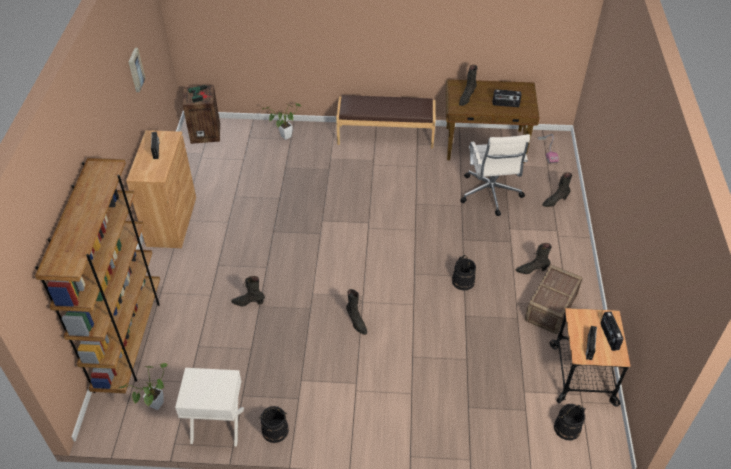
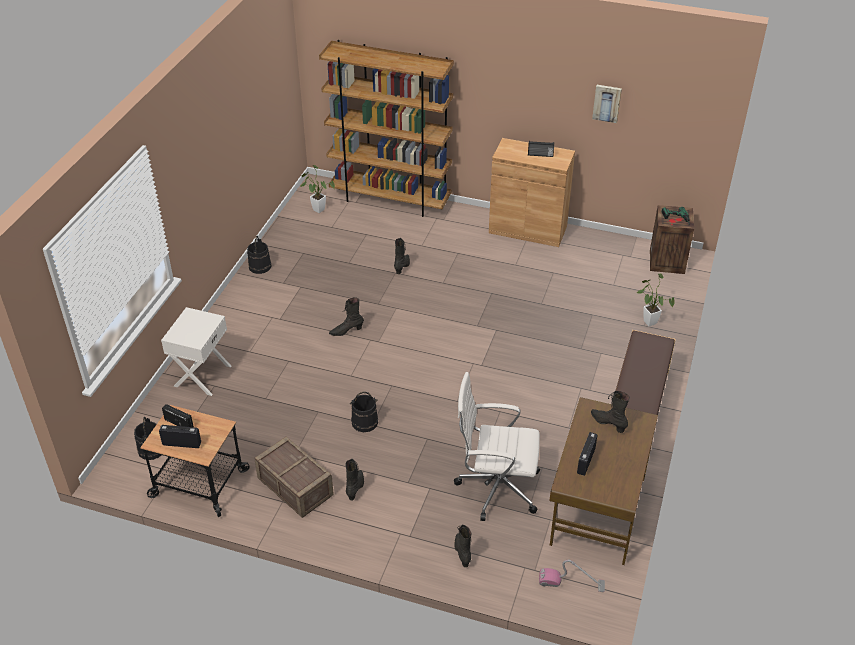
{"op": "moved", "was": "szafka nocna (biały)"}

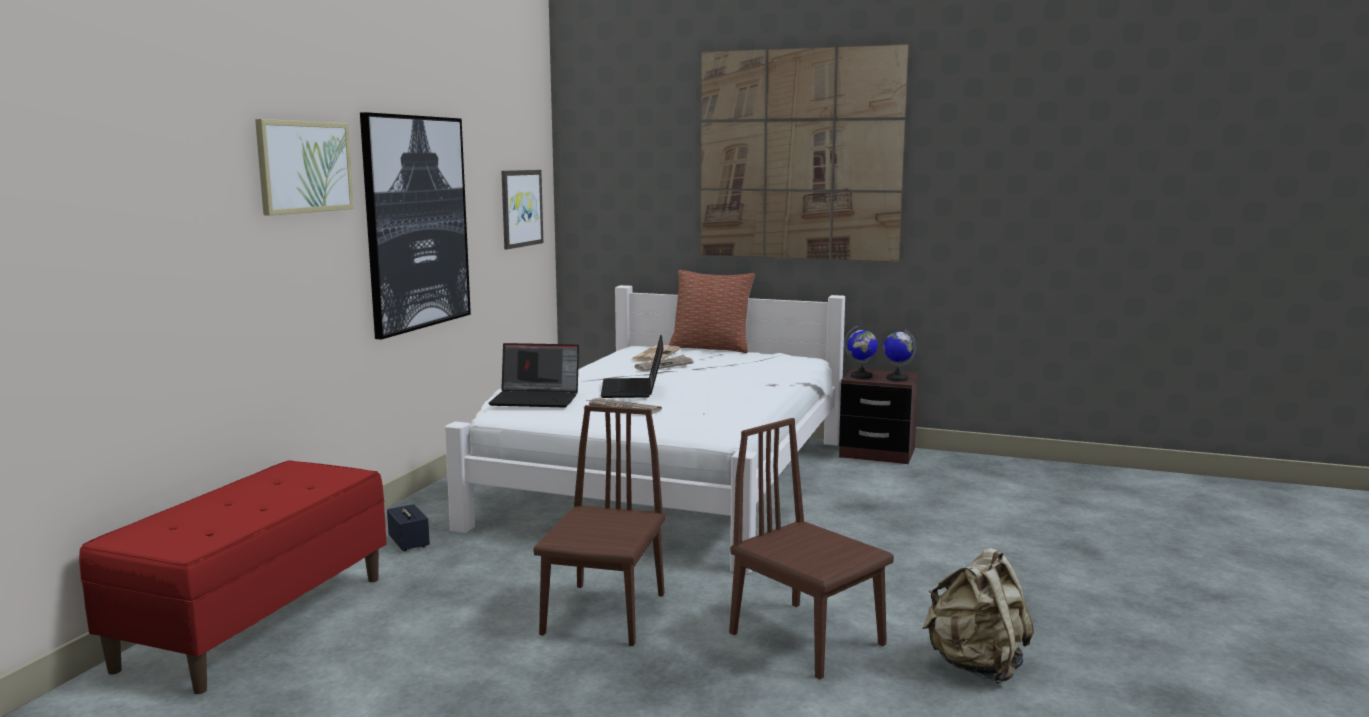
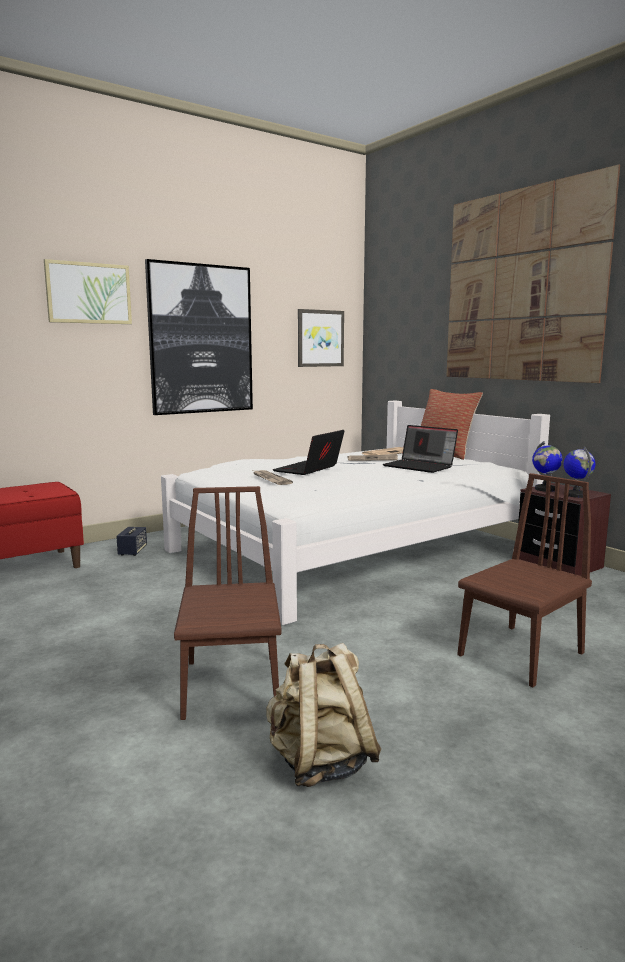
{"op": "moved", "was": "laptop (1st from left in the first image)", "now": "laptop (2nd from left)"}
{"op": "moved", "was": "krzesło (brązowy) (1st from left in the first image)", "now": "krzesło (brązowy) (2nd from left)"}

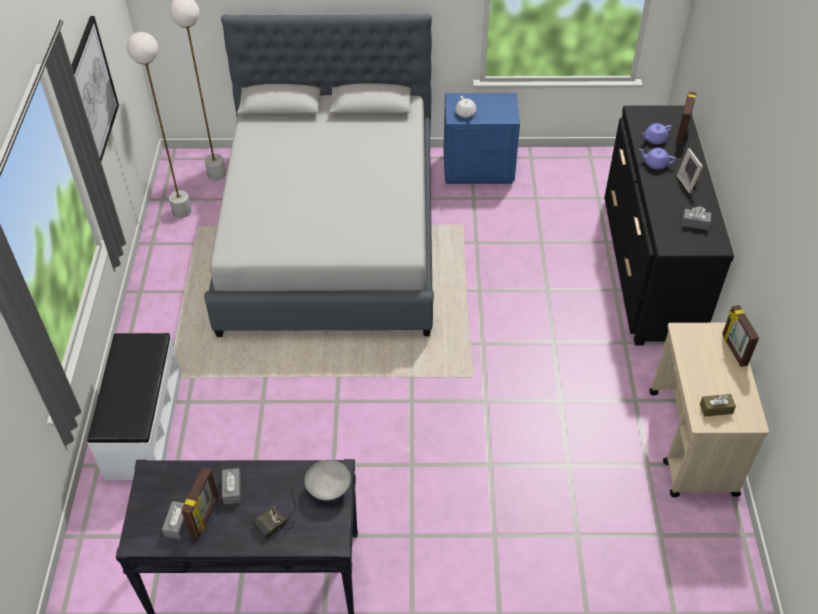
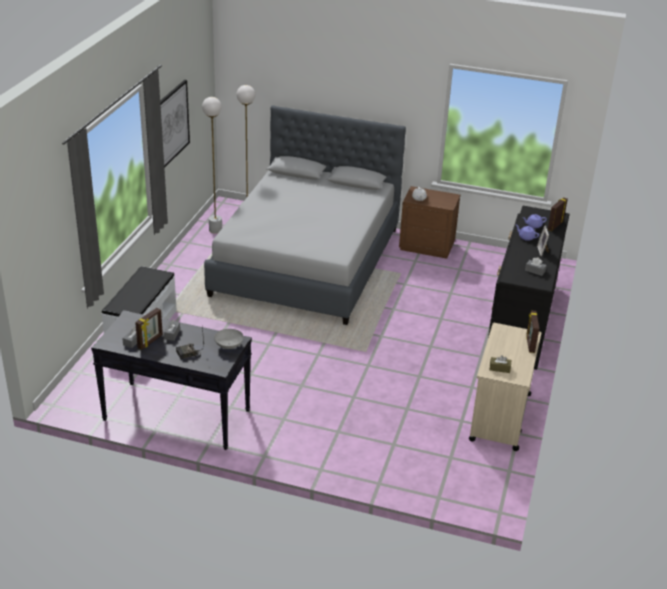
{"op": "recoloured", "was": "szafka nocna (niebieski)", "now": "szafka nocna (brązowy)"}

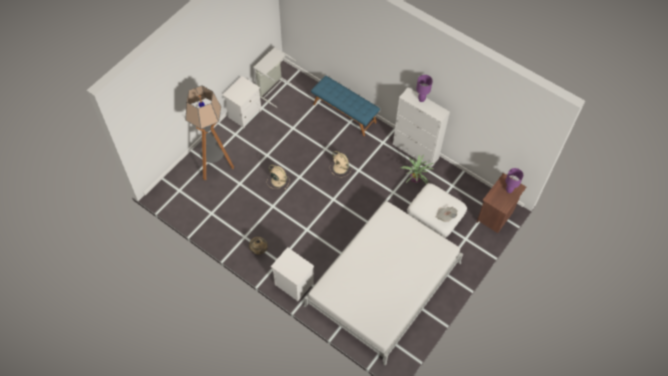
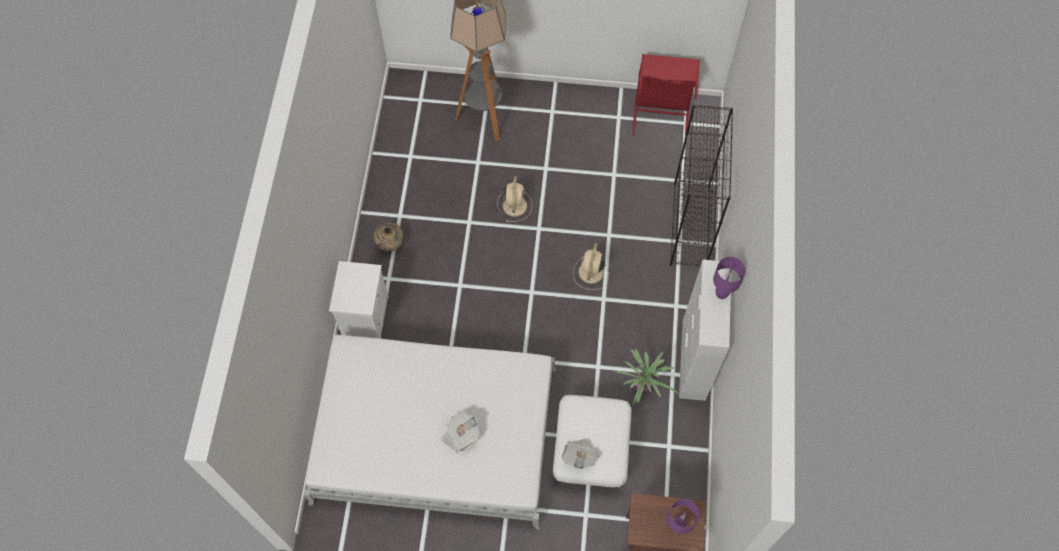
{"op": "recoloured", "was": "kosz na pranie (szary)", "now": "kosz na pranie (czerwony)"}
{"op": "removed", "was": "szafka nocna (biały) (1st from left)"}
{"op": "replaced", "was": "ławka (niebieski)", "now": "regał (czarny)"}
{"op": "added", "now": "gazeta (1st from left)"}

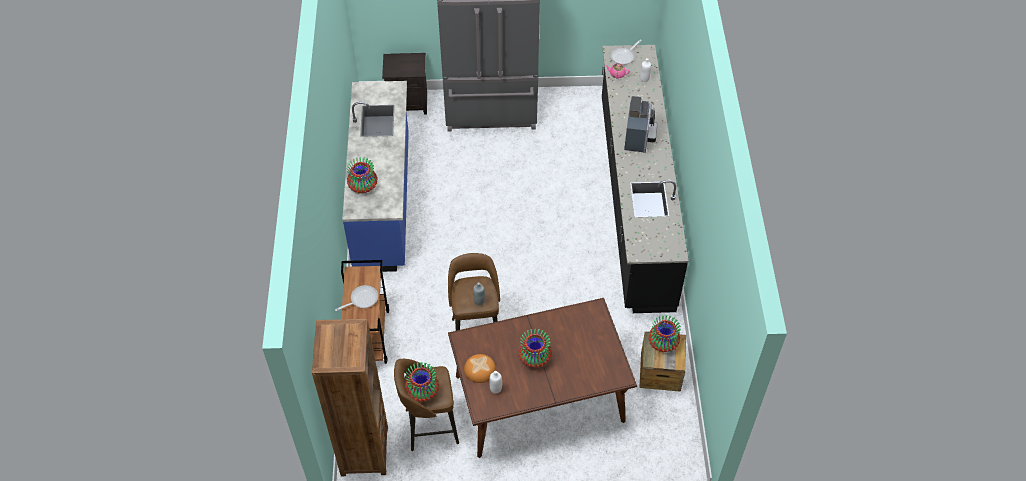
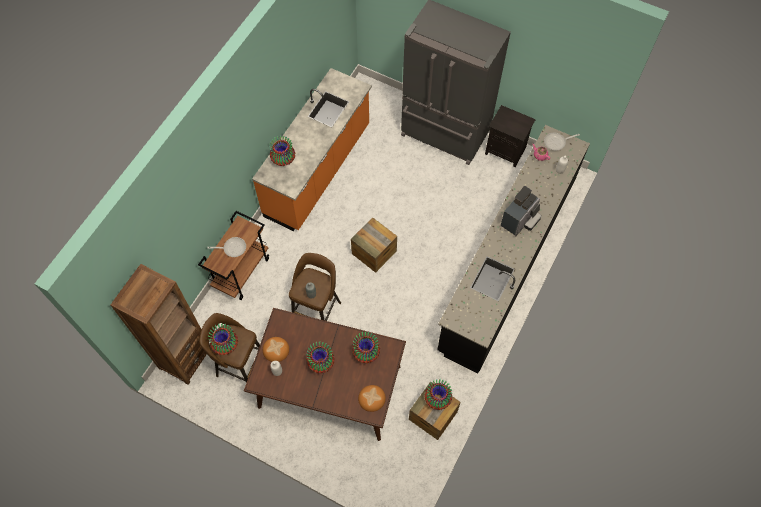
{"op": "moved", "was": "szafka nocna (czarny)"}
{"op": "recoloured", "was": "zabudowa kuchenna (niebieski)", "now": "zabudowa kuchenna (pomarańczowy)"}
{"op": "added", "now": "skrzynka (1st from left)"}
{"op": "added", "now": "wazon (4th from left)"}
{"op": "added", "now": "chleb (2nd from left)"}

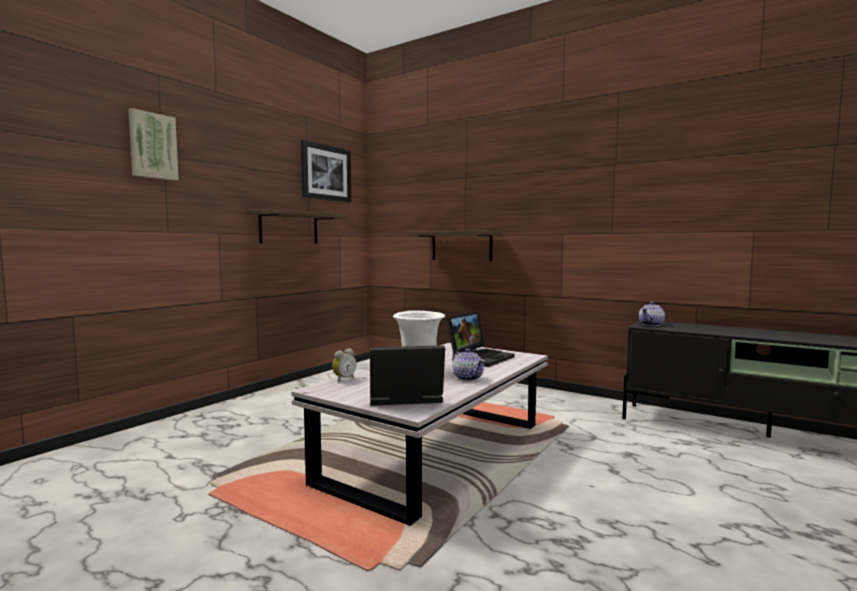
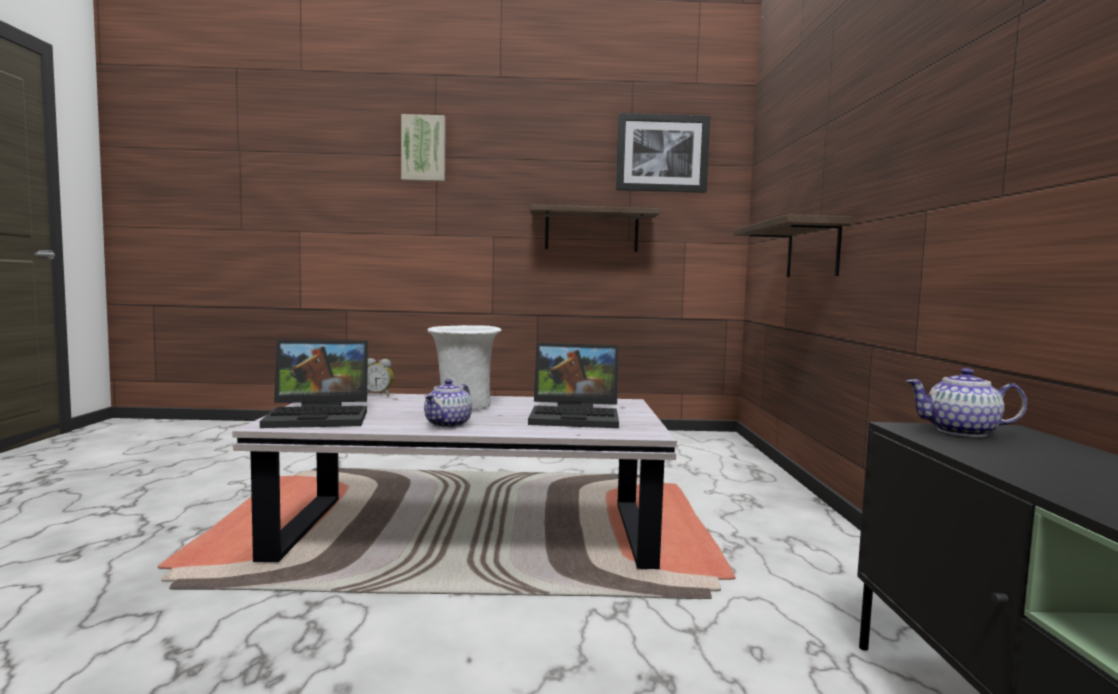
{"op": "turned", "was": "laptop (1st from left)", "clockwise": 120}

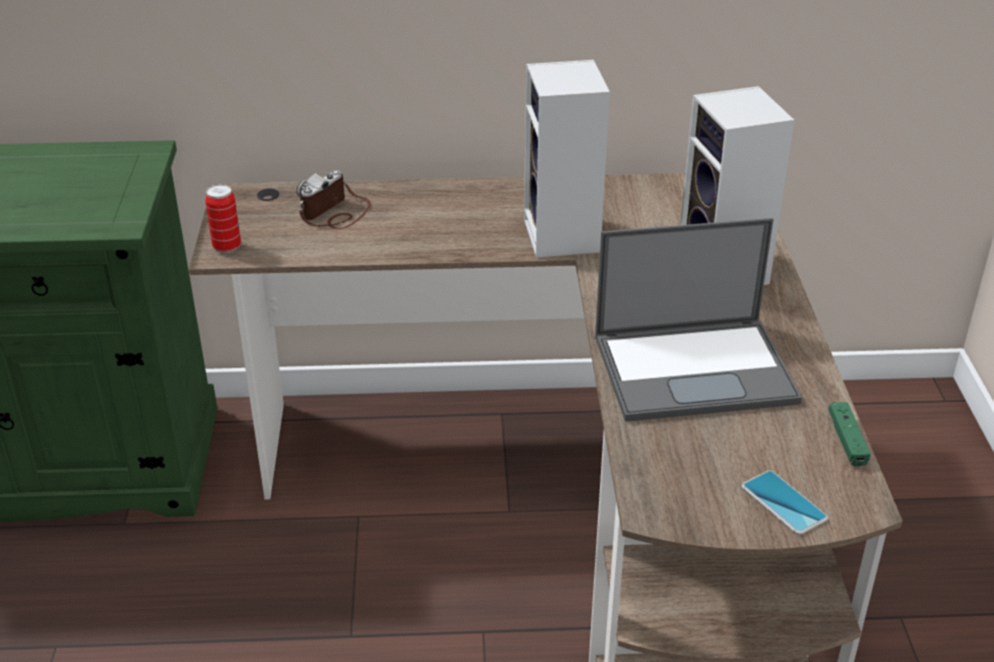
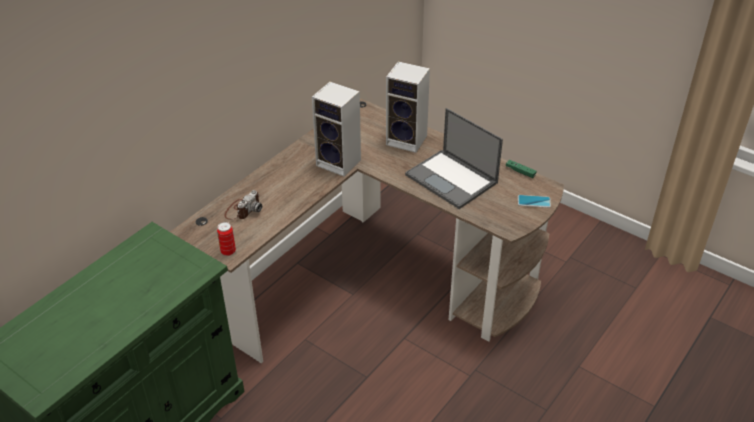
{"op": "turned", "was": "aparat fotograficzny", "clockwise": -135}
{"op": "turned", "was": "laptop", "clockwise": 105}

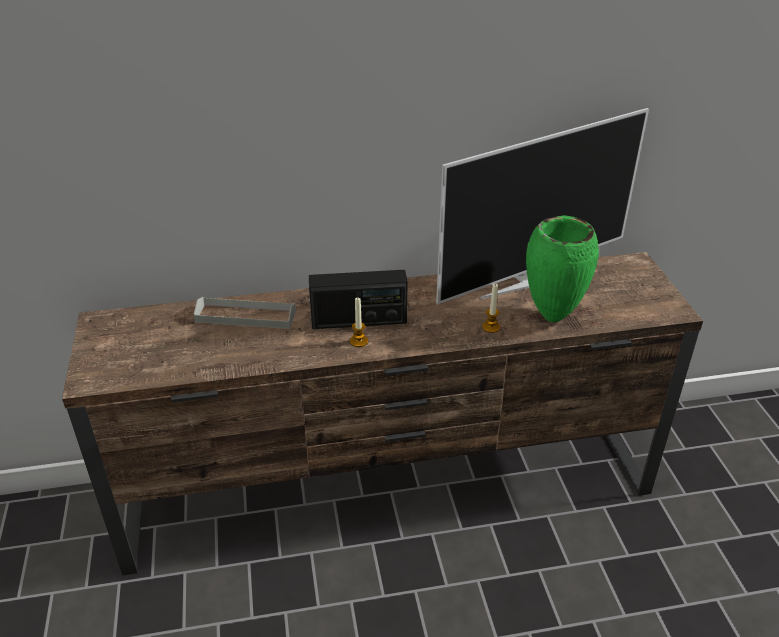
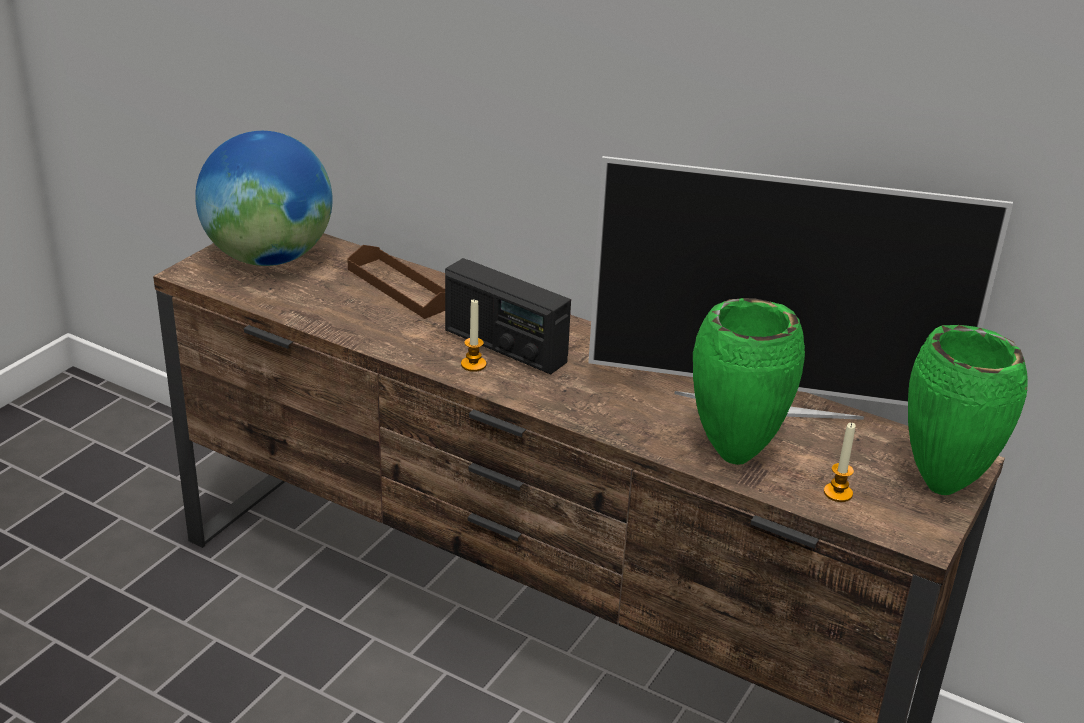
{"op": "moved", "was": "świeca (2nd from left)"}
{"op": "recoloured", "was": "taca (szary)", "now": "taca (brązowy)"}
{"op": "added", "now": "globus"}
{"op": "added", "now": "wazon (zielony) (2nd from left)"}

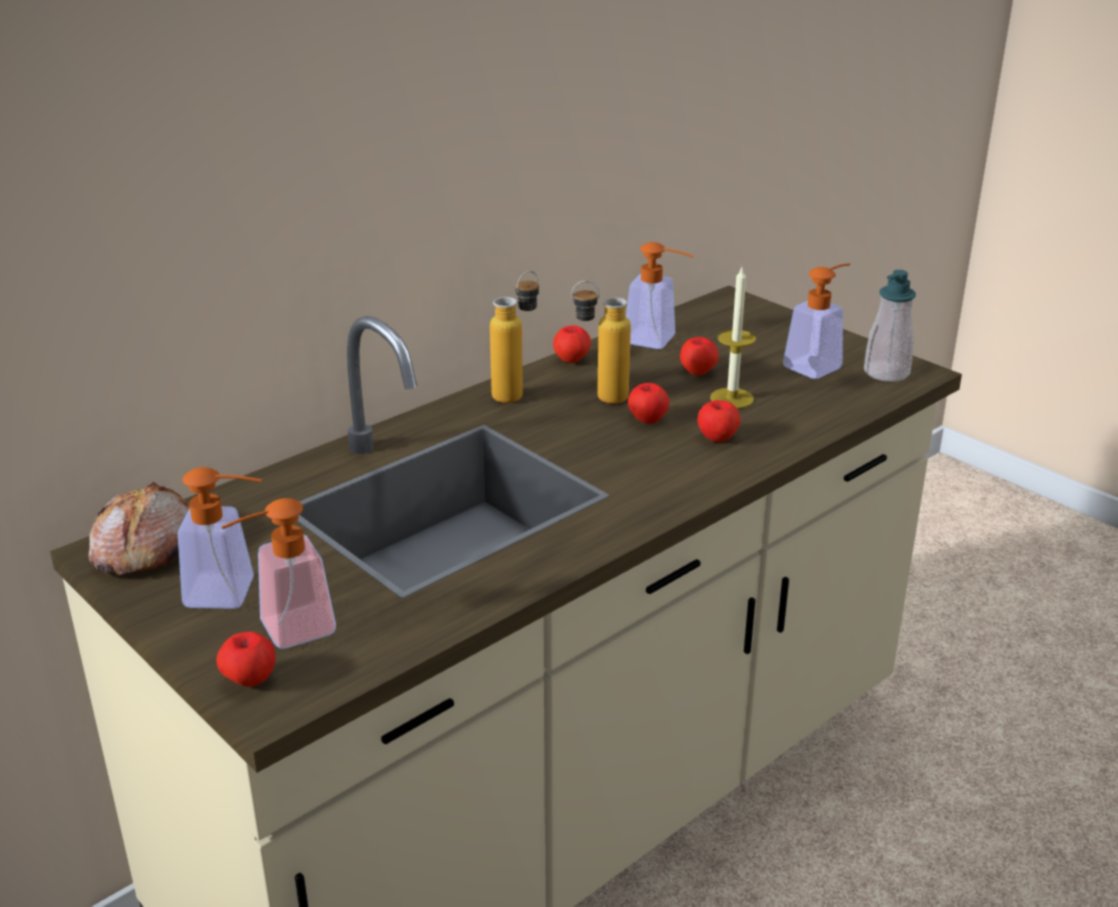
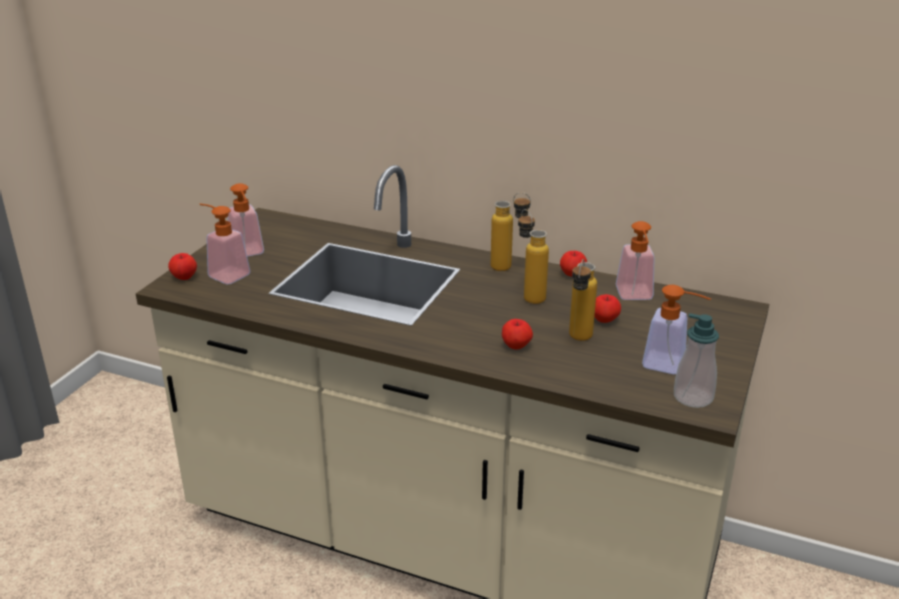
{"op": "replaced", "was": "świeca", "now": "butelka (3rd from left)"}
{"op": "removed", "was": "jabłko (3rd from left)"}
{"op": "removed", "was": "chleb"}

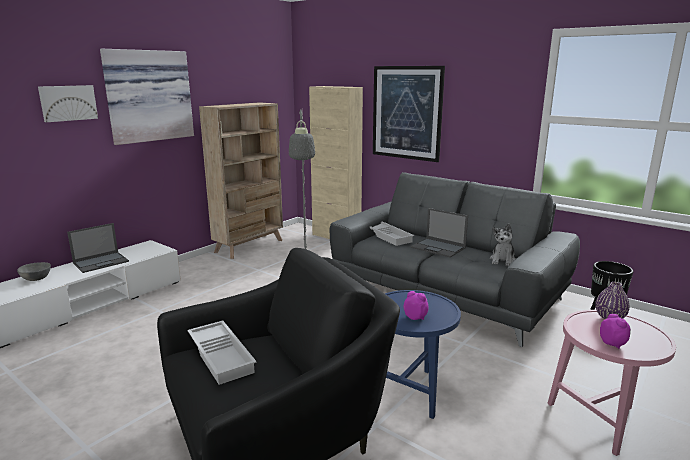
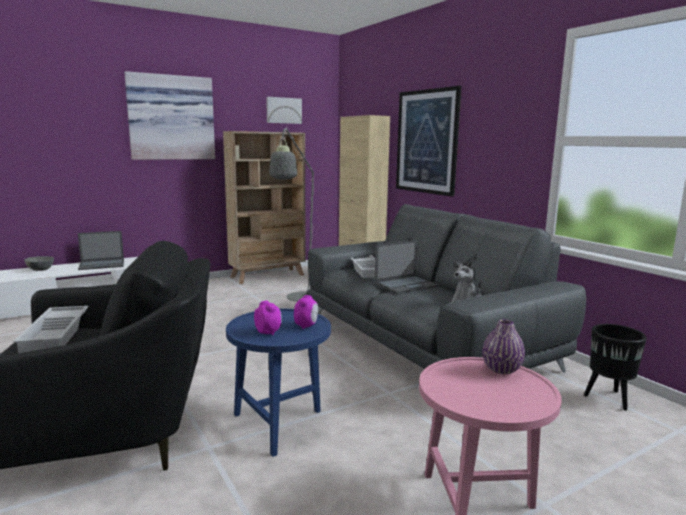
{"op": "moved", "was": "obraz (1st from left in the first image)", "now": "obraz (2nd from left)"}
{"op": "turned", "was": "laptop (2nd from left)", "clockwise": -90}
{"op": "moved", "was": "budzik (2nd from left)"}

